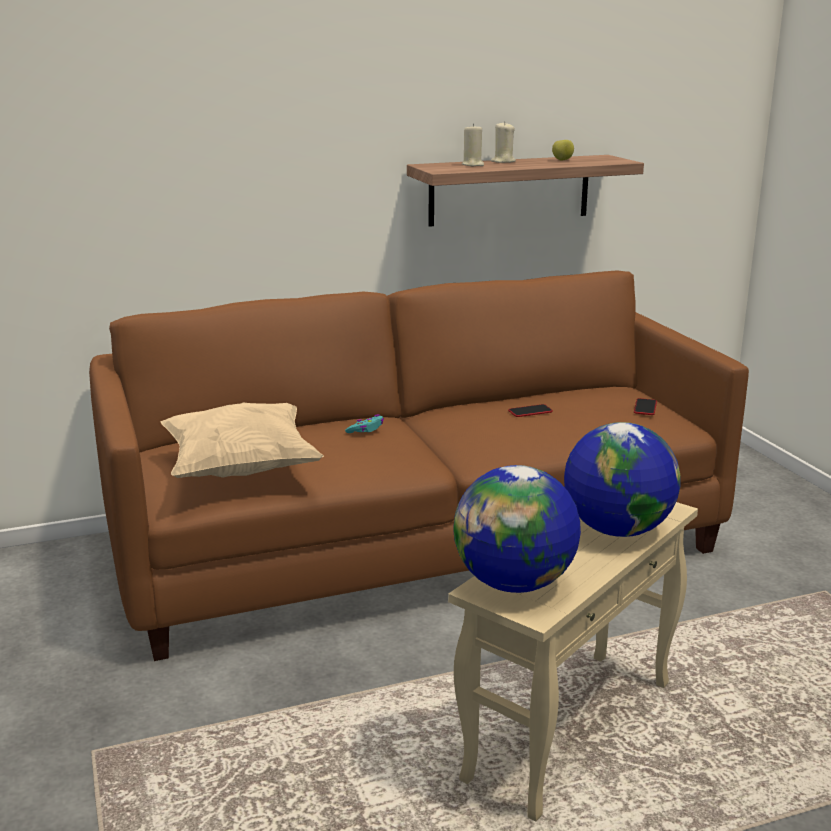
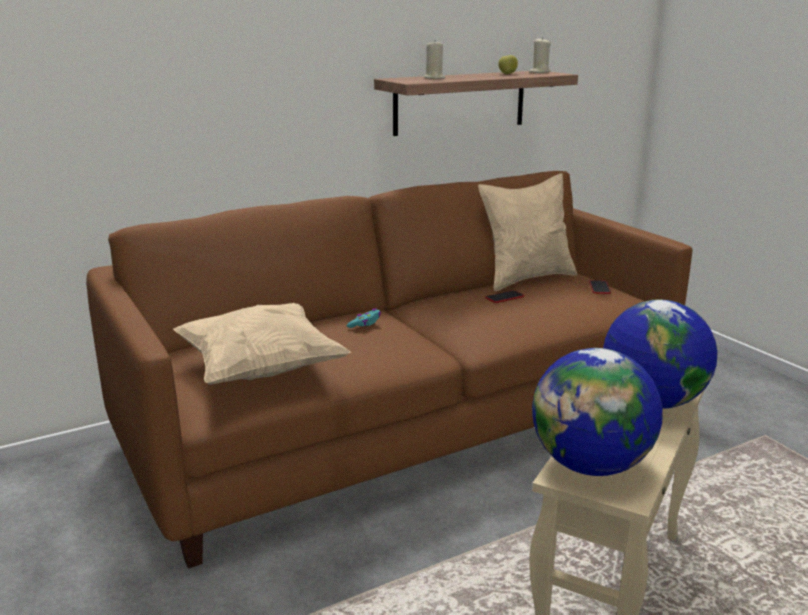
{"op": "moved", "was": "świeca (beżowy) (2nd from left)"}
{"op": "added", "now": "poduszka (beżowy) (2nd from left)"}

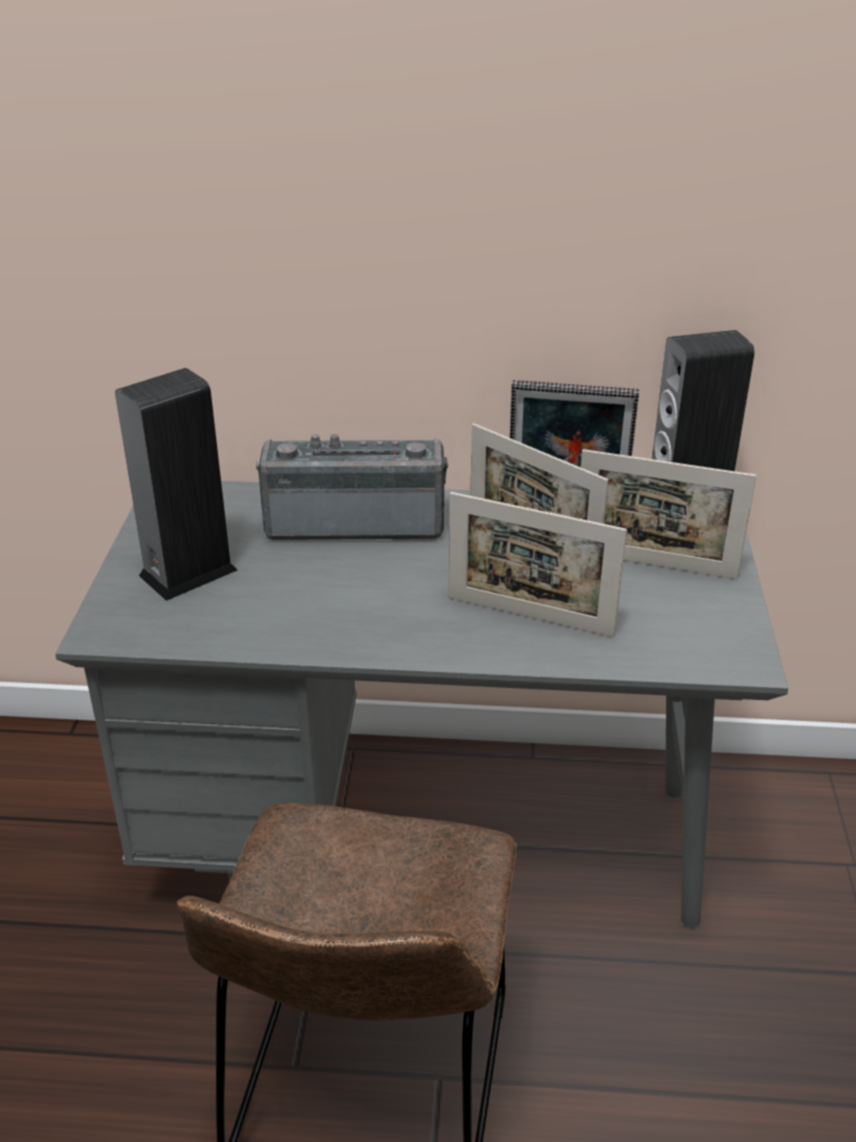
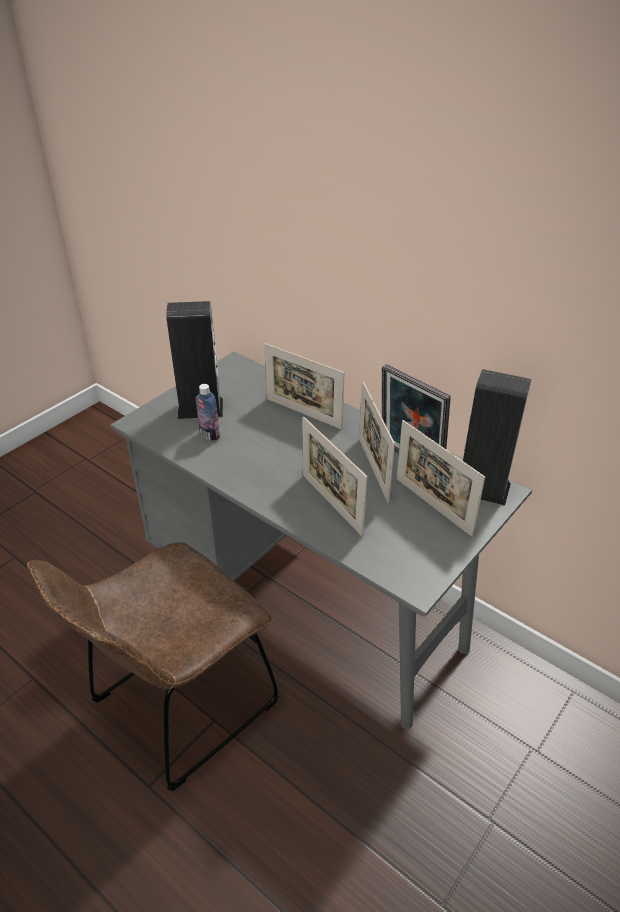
{"op": "replaced", "was": "radio", "now": "ramka na zdjęcie (1st from left)"}
{"op": "added", "now": "butelka"}

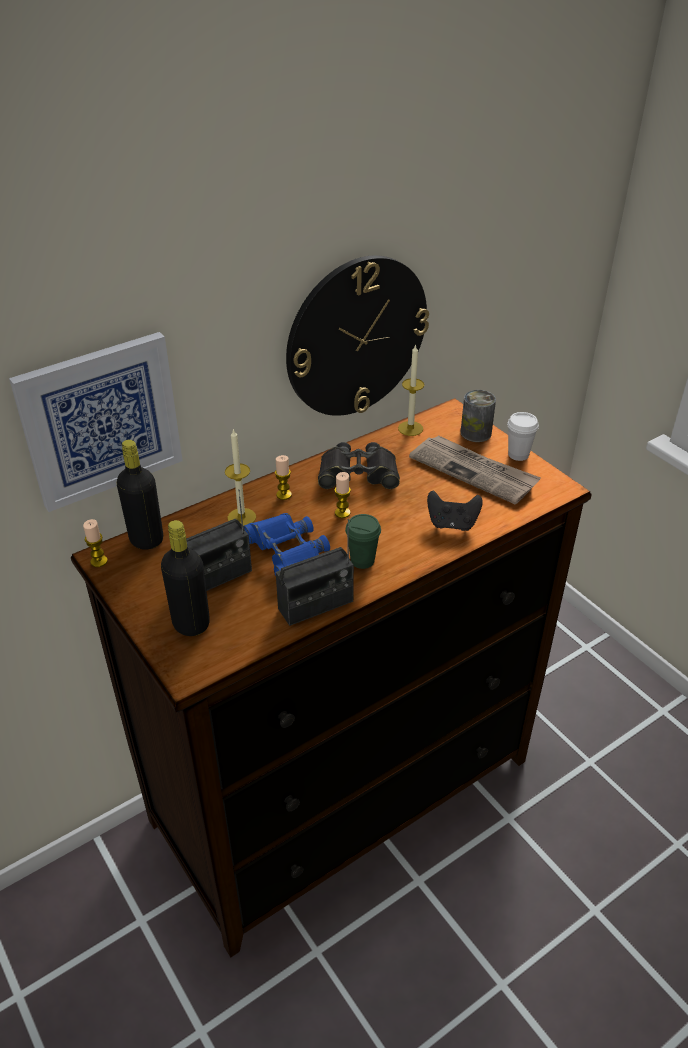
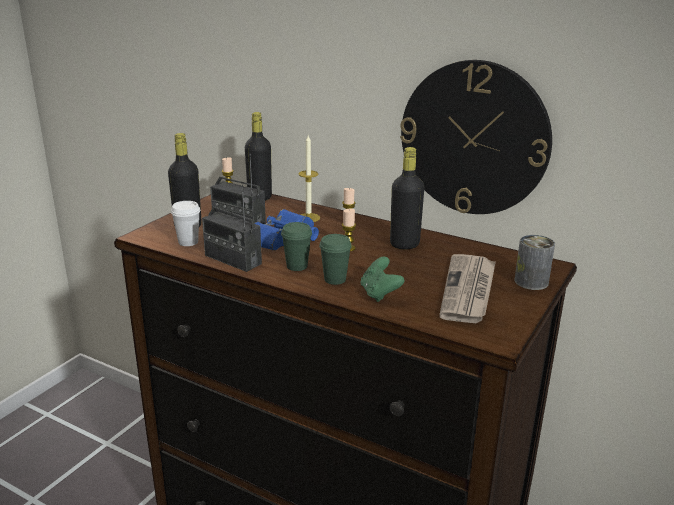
{"op": "removed", "was": "obraz"}
{"op": "removed", "was": "świeca (5th from left)"}
{"op": "moved", "was": "filiżanka (biały)"}
{"op": "replaced", "was": "lornetka (czarny)", "now": "butelka (czarny) (3rd from left)"}
{"op": "recoloured", "was": "pad do gier (czarny)", "now": "pad do gier (zielony)"}
{"op": "added", "now": "filiżanka (zielony) (2nd from left)"}

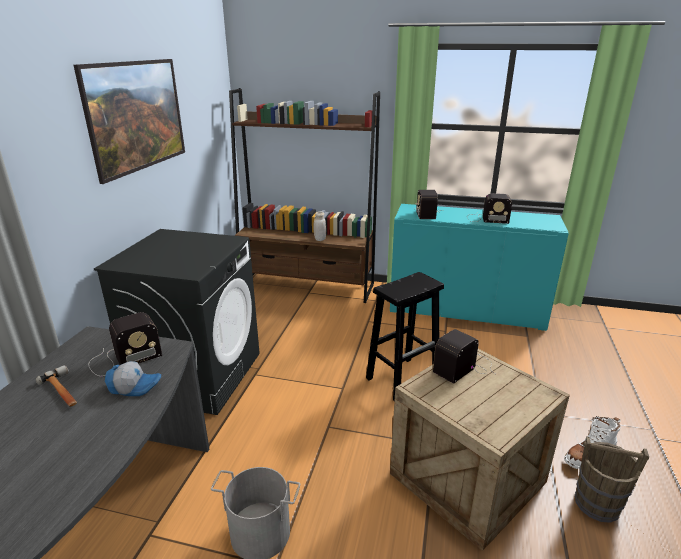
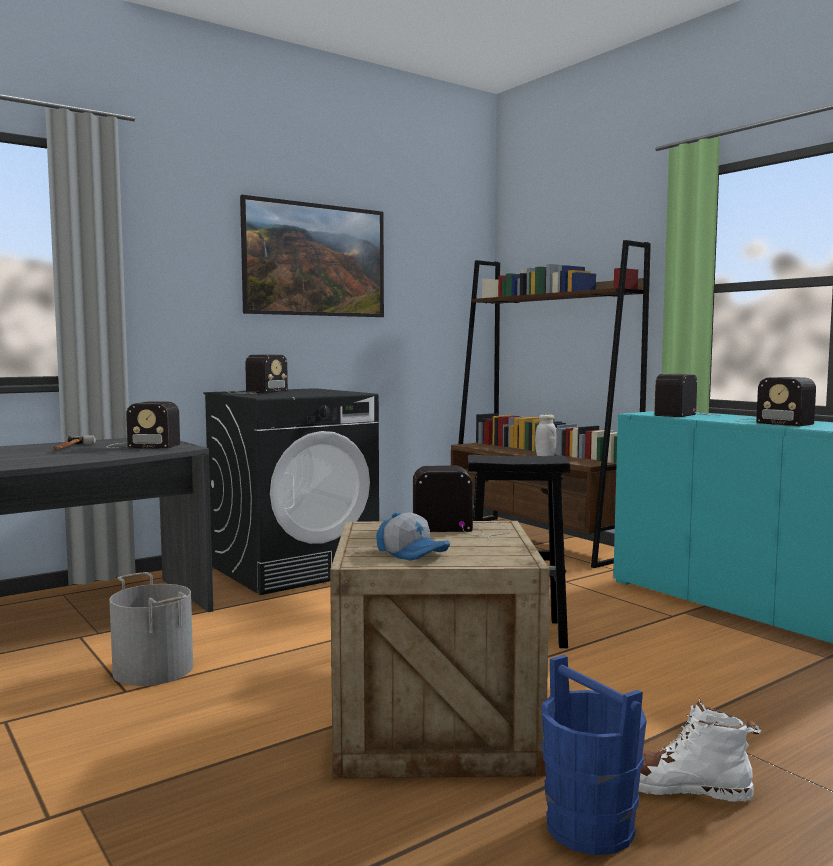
{"op": "moved", "was": "czapka z daszkiem"}
{"op": "recoloured", "was": "wiadro (brązowy)", "now": "wiadro (niebieski)"}
{"op": "added", "now": "radio (2nd from left)"}

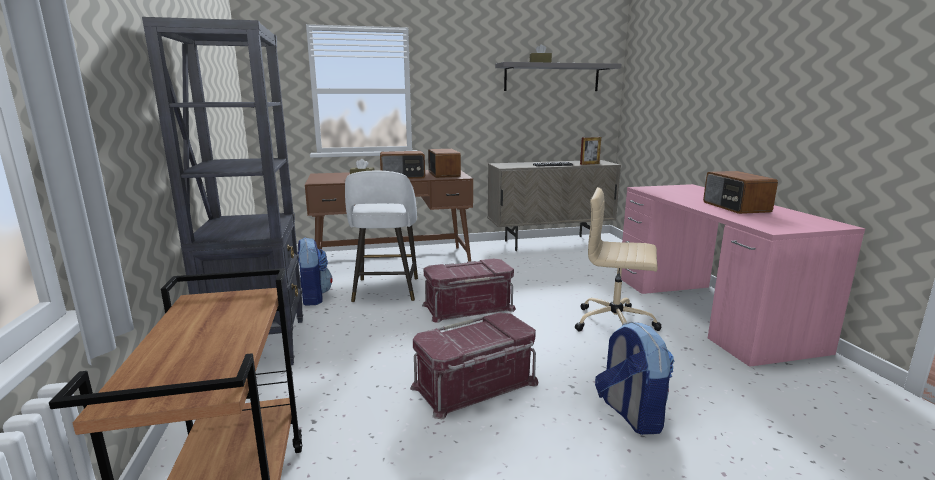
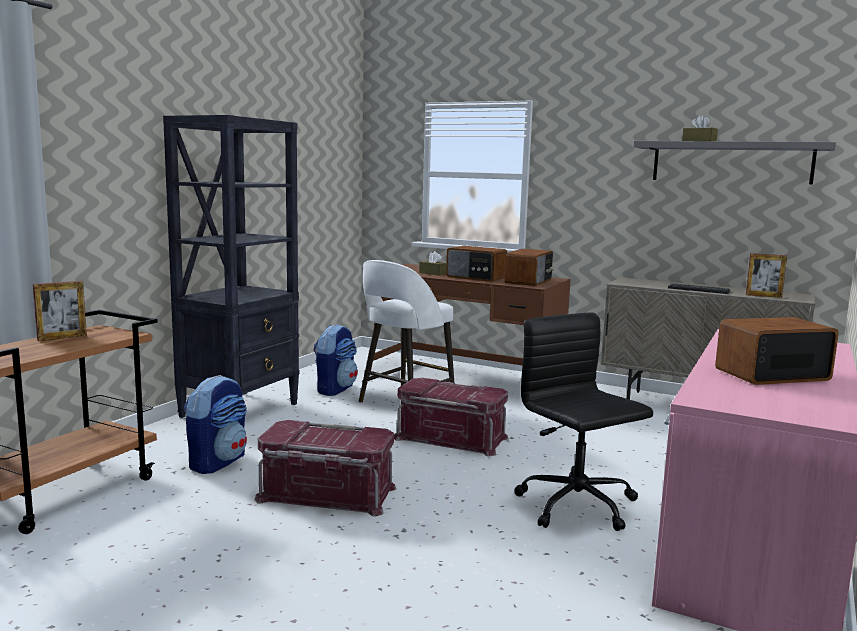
{"op": "turned", "was": "radio (3rd from left)", "clockwise": 45}
{"op": "recoloured", "was": "krzesło biurowe (beżowy)", "now": "krzesło biurowe (czarny)"}
{"op": "moved", "was": "plecak (2nd from left in the first image)", "now": "plecak (1st from left)"}
{"op": "added", "now": "ramka na zdjęcie (1st from left)"}

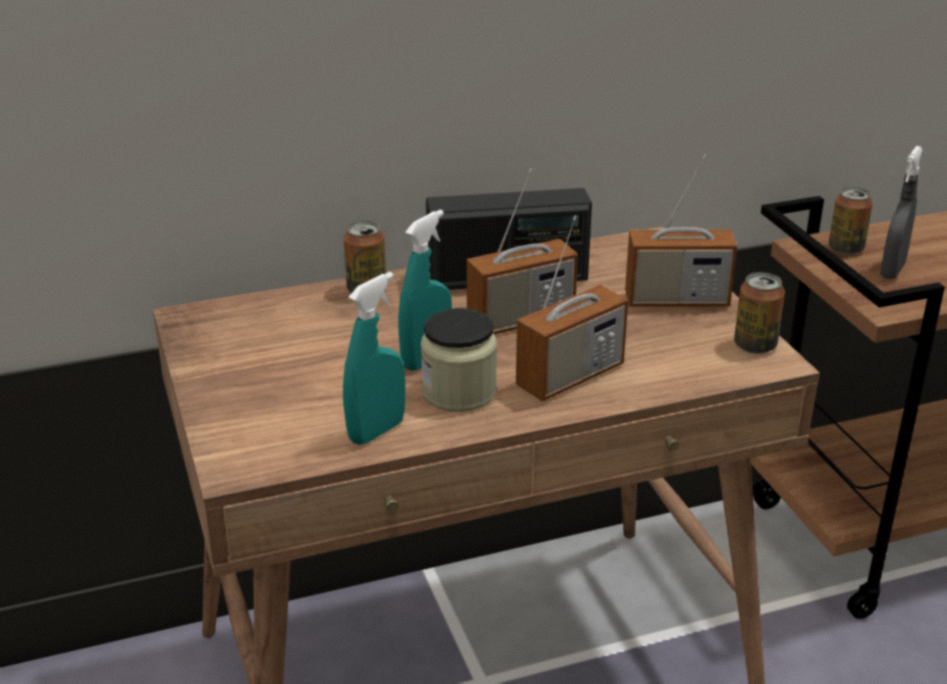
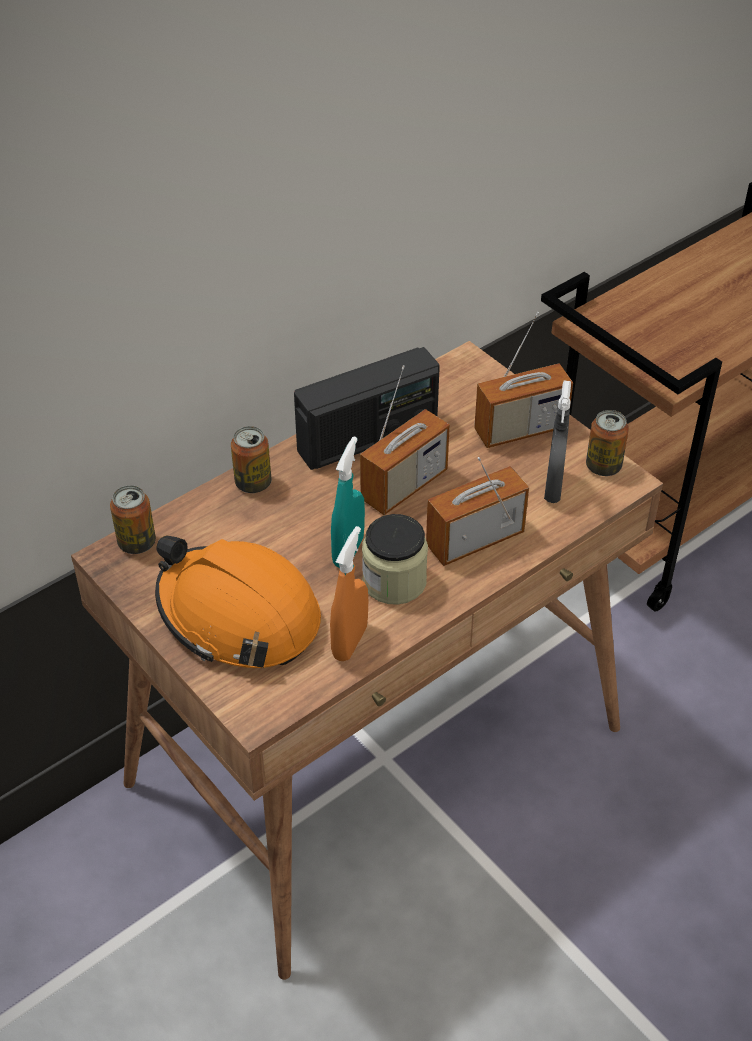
{"op": "moved", "was": "spryskiwacz (szary)"}
{"op": "moved", "was": "puszka (3rd from left in the first image)", "now": "puszka (1st from left)"}
{"op": "turned", "was": "radio (3rd from left)", "clockwise": -150}
{"op": "recoloured", "was": "spryskiwacz (turkusowy) (1st from left)", "now": "spryskiwacz (pomarańczowy)"}
{"op": "added", "now": "kask (pomarańczowy)"}

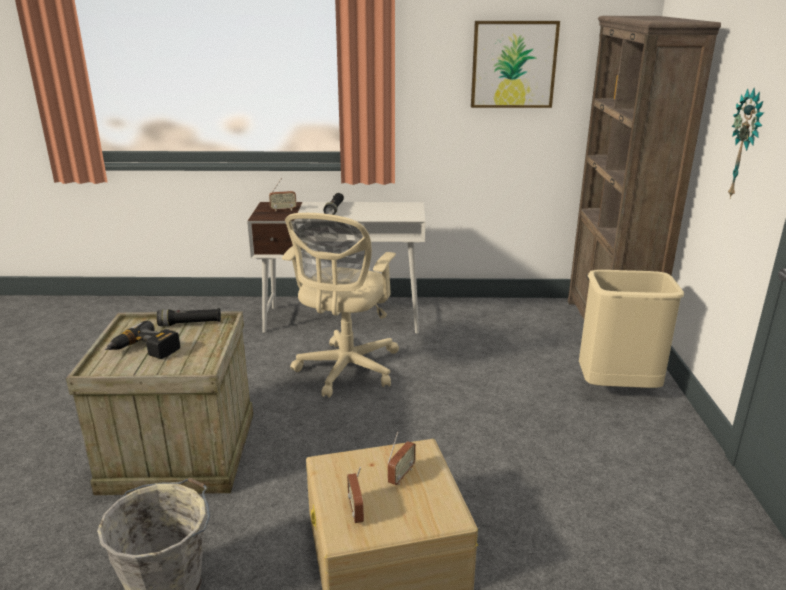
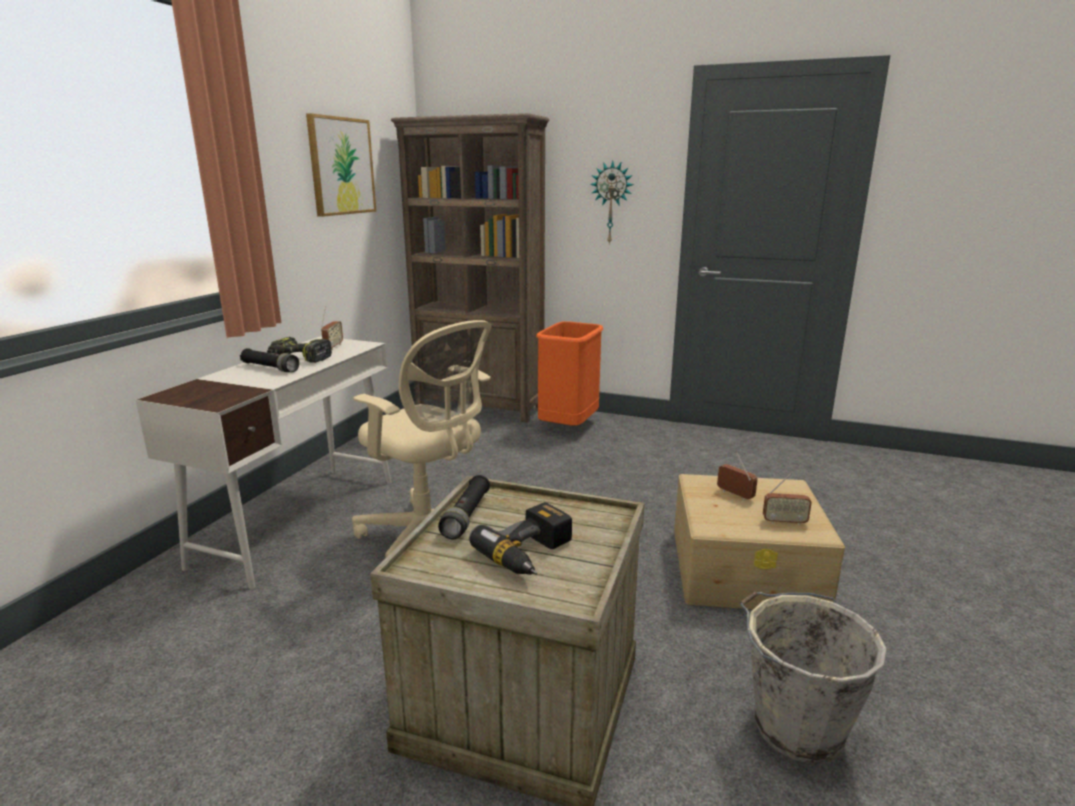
{"op": "moved", "was": "radio (1st from left)"}
{"op": "recoloured", "was": "kosz na śmieci (beżowy)", "now": "kosz na śmieci (pomarańczowy)"}
{"op": "added", "now": "wiertarka (1st from left)"}

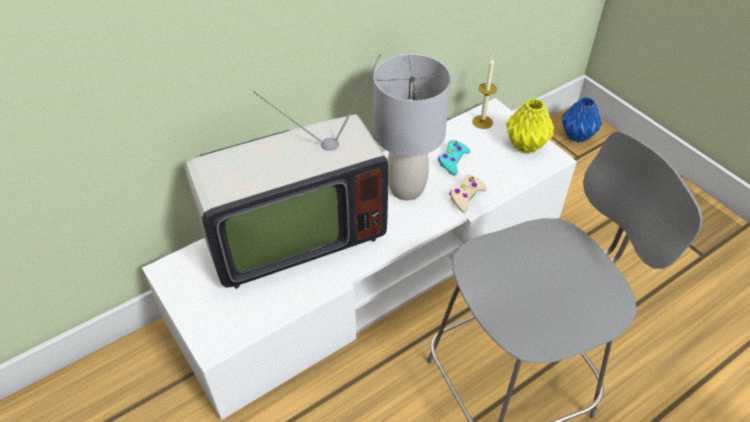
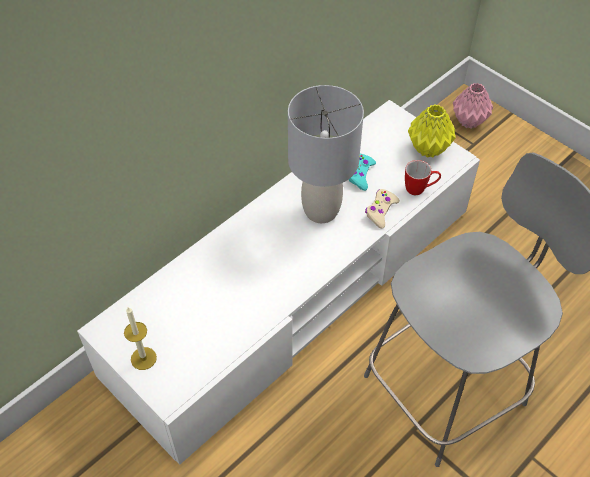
{"op": "removed", "was": "telewizor"}
{"op": "moved", "was": "świeca"}
{"op": "recoloured", "was": "wazon (niebieski)", "now": "wazon (różowy)"}
{"op": "added", "now": "kubek"}

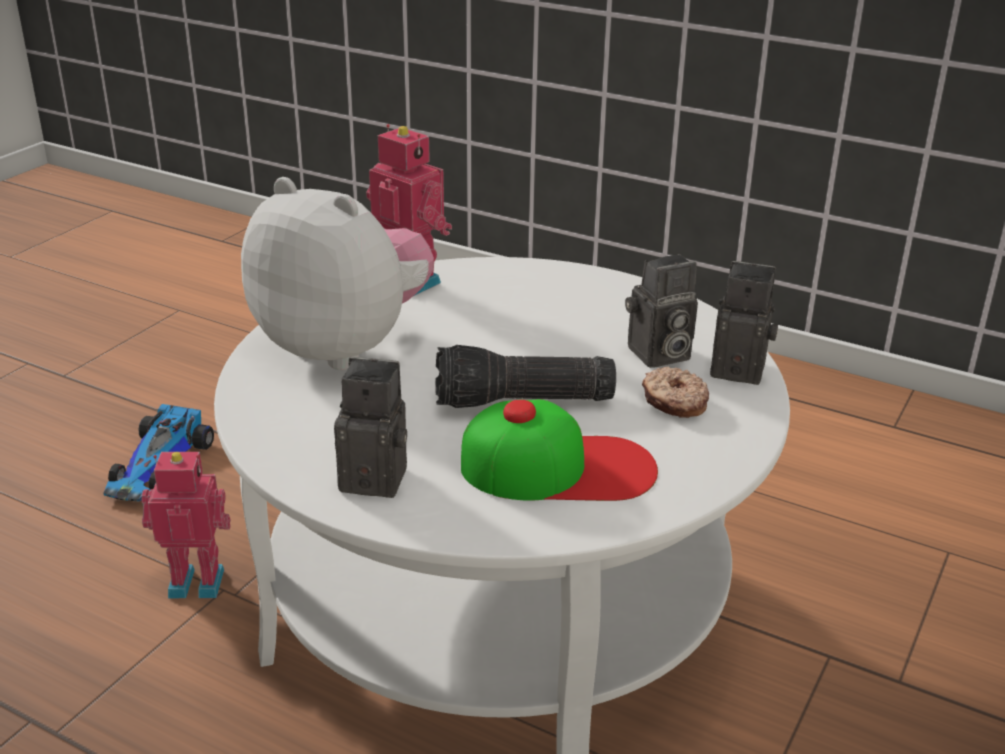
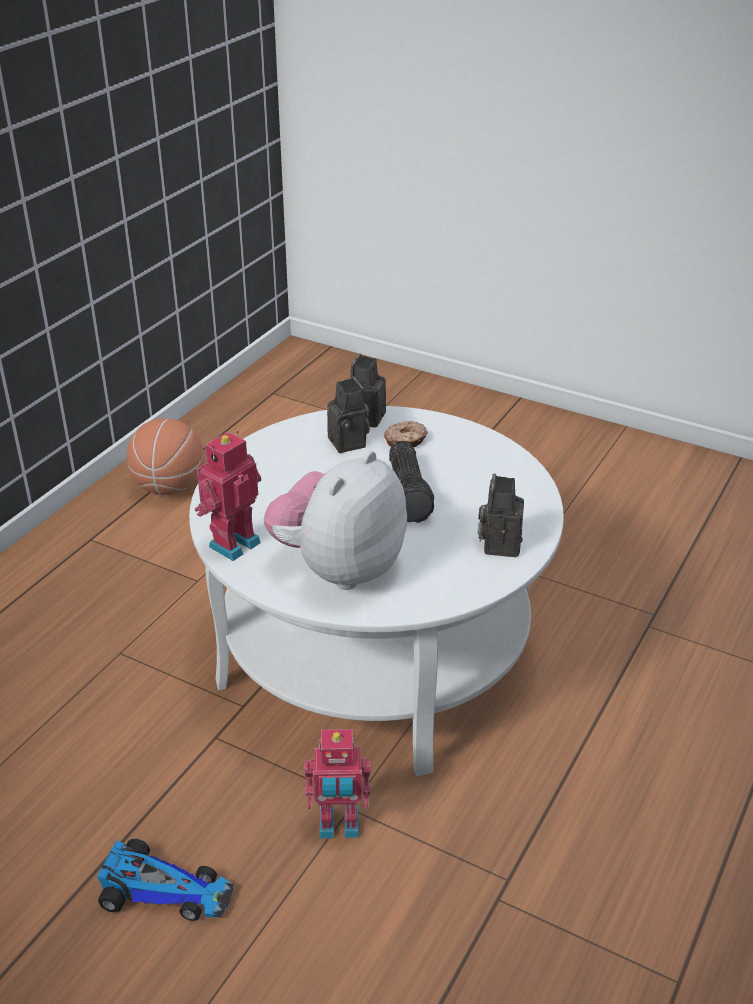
{"op": "removed", "was": "czapka z daszkiem"}
{"op": "turned", "was": "robot zabawkowy (1st from left in the first image)", "clockwise": -90}
{"op": "added", "now": "piłka do koszykówki"}

